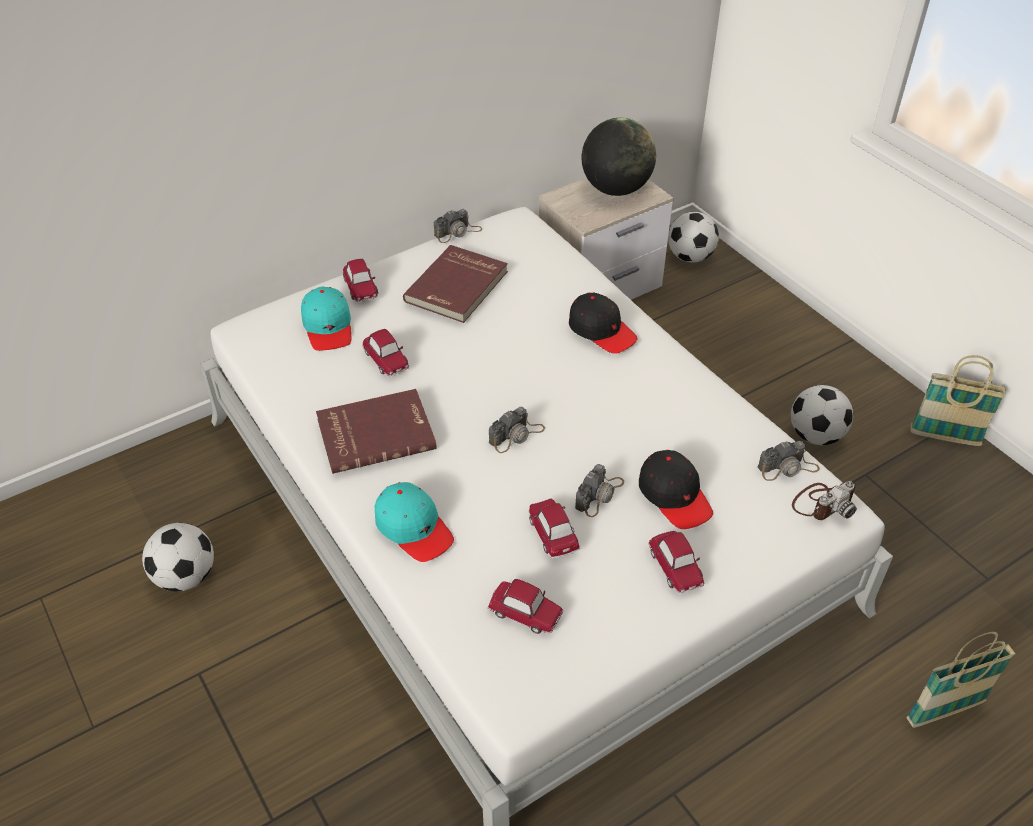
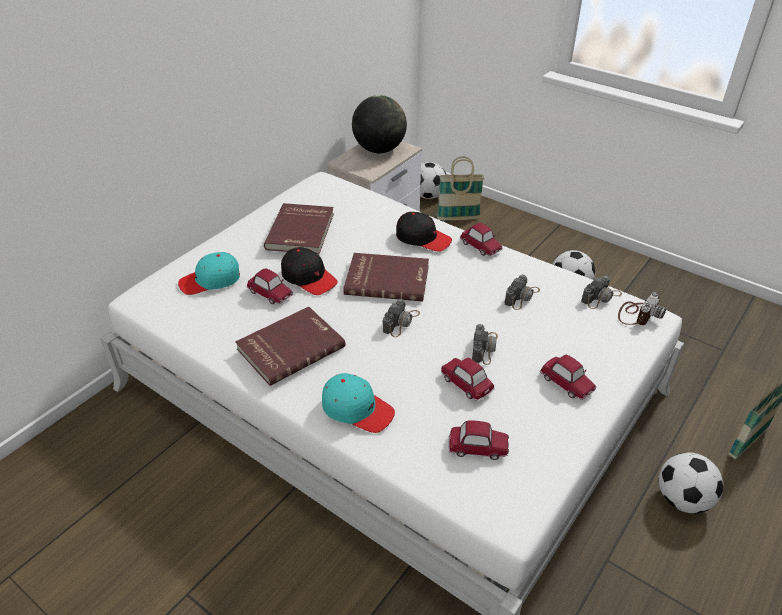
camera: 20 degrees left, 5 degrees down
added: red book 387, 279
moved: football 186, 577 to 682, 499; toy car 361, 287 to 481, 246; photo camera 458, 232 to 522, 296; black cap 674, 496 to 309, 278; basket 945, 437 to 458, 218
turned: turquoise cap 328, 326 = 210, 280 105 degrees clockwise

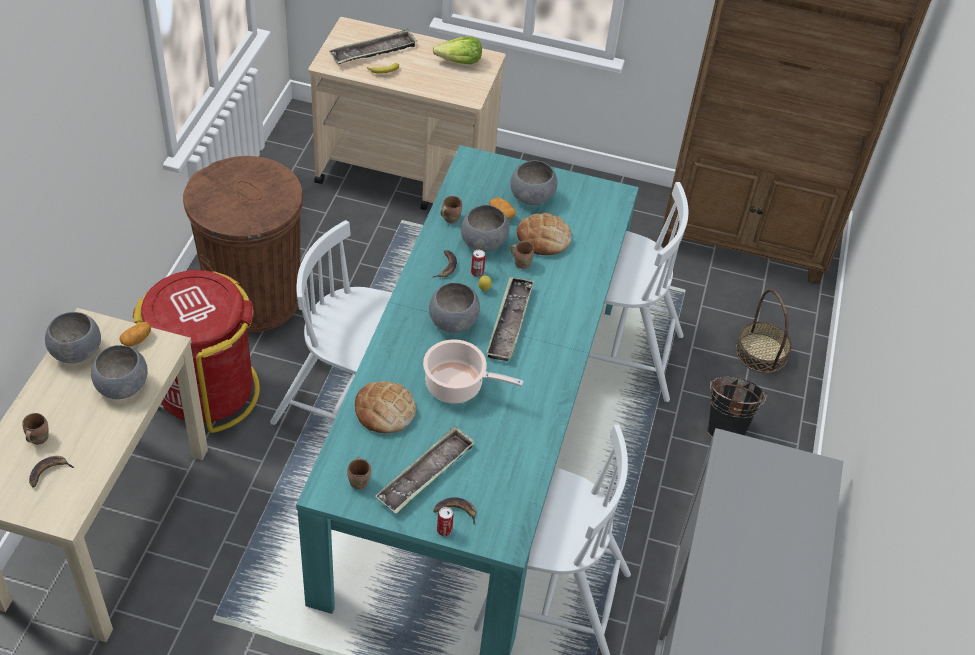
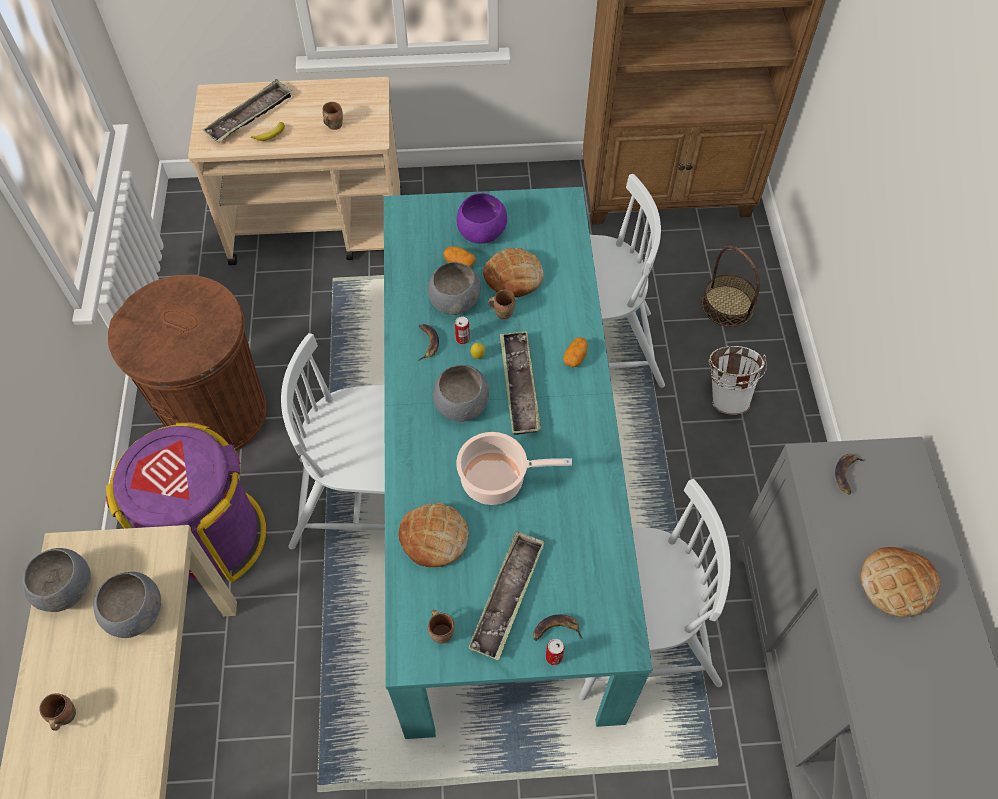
camera: 15 degrees left, 10 degrees up
removed: lettuce 459, 62
added: bread 896, 584
moved: banana 48, 473 to 847, 474; potato 136, 339 to 575, 357; brown mug 450, 218 to 333, 125
recoloured: red trash can 207, 390 to purple trash can 210, 535; grey bowl 531, 196 to purple bowl 480, 232; black bucket 726, 427 to white bucket 727, 395

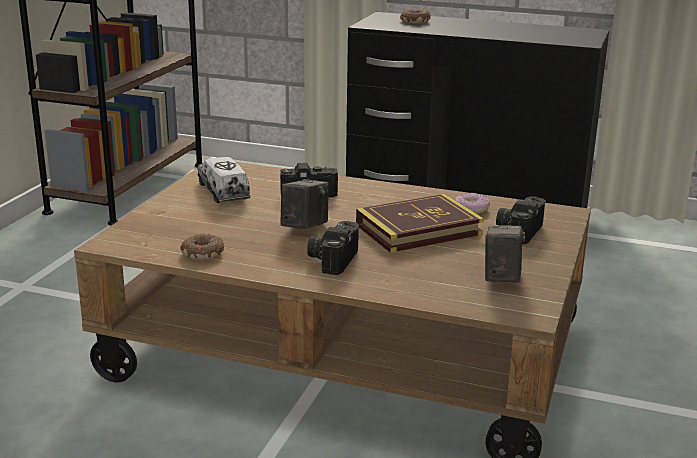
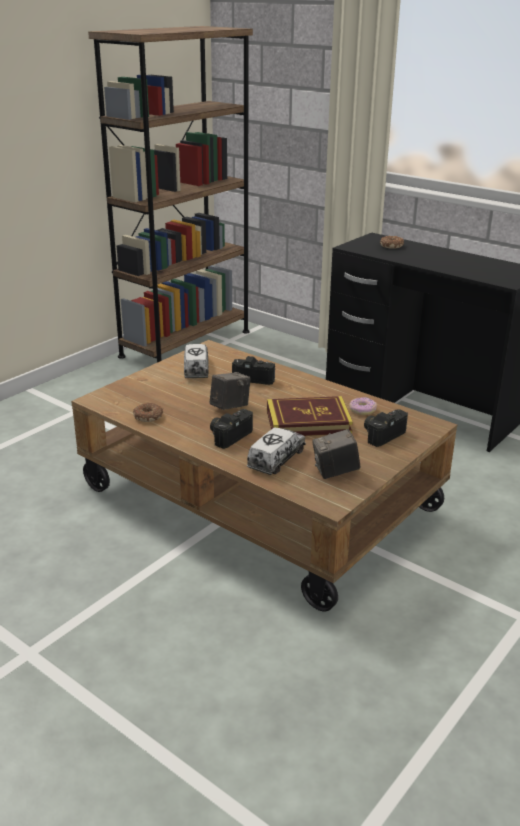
camera: 20 degrees right, 5 degrees up
added: toy truck 276, 459
turned: photo camera 501, 279 = 335, 472 135 degrees counterclockwise

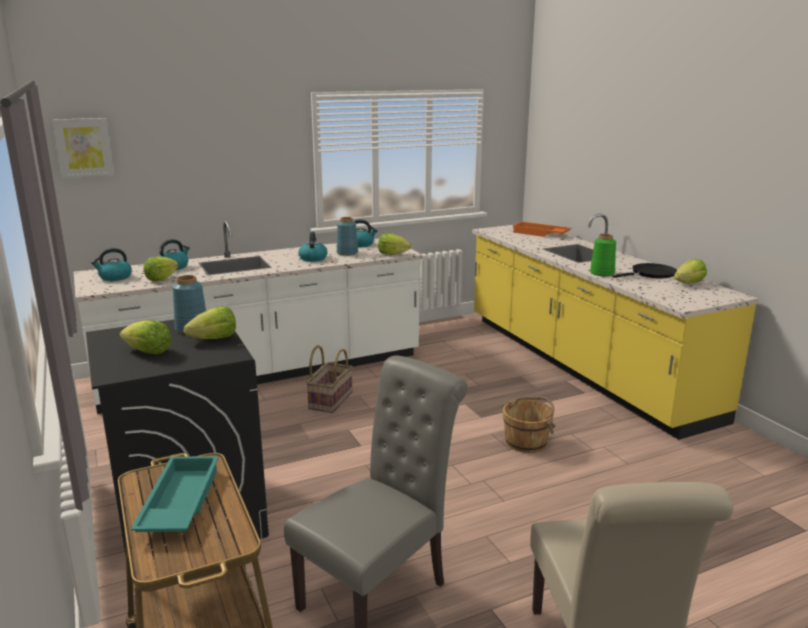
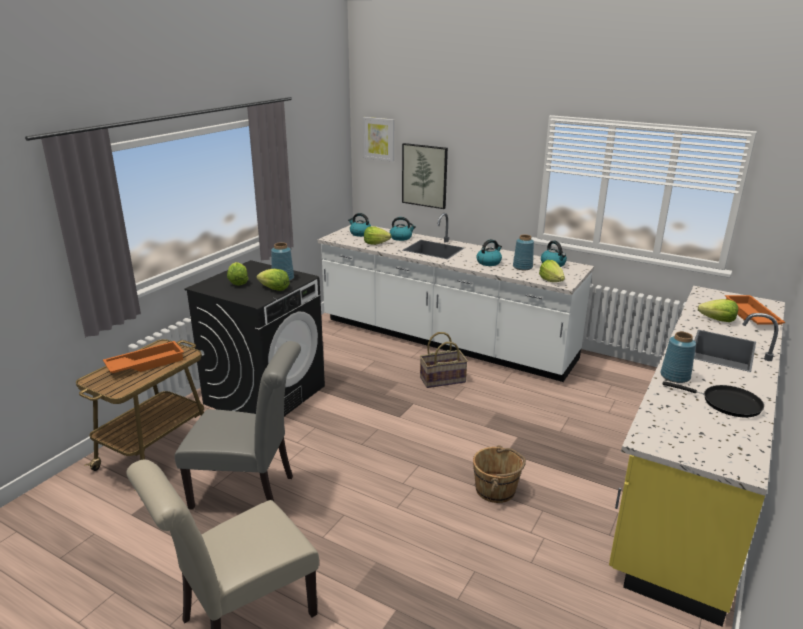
camera: 55 degrees right, 5 degrees up
added: picture 425, 175
moved: lettuce 688, 283 to 718, 320
recoloured: turquoise tray 178, 503 to orange tray 145, 363; green vase 602, 273 to blue vase 675, 376

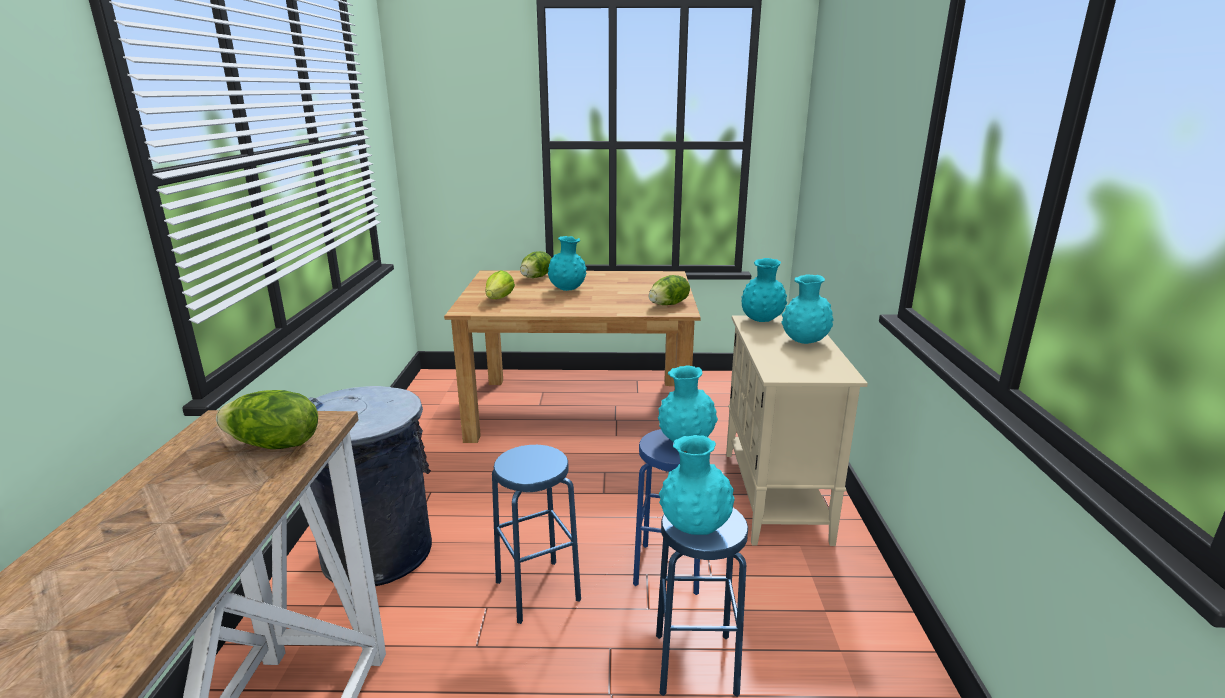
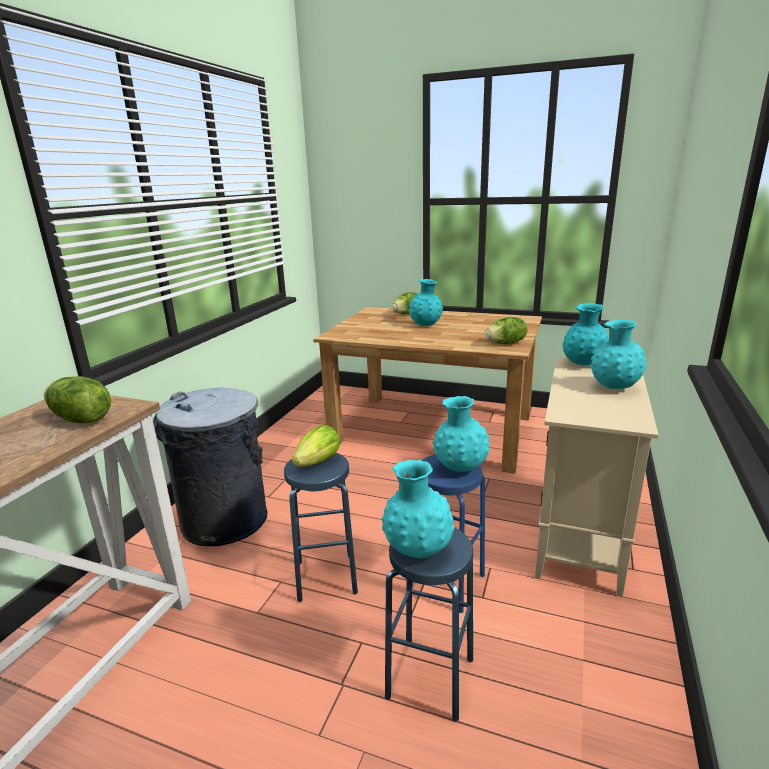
camera: 20 degrees right, 0 degrees up
moved: lettuce 499, 299 to 318, 462

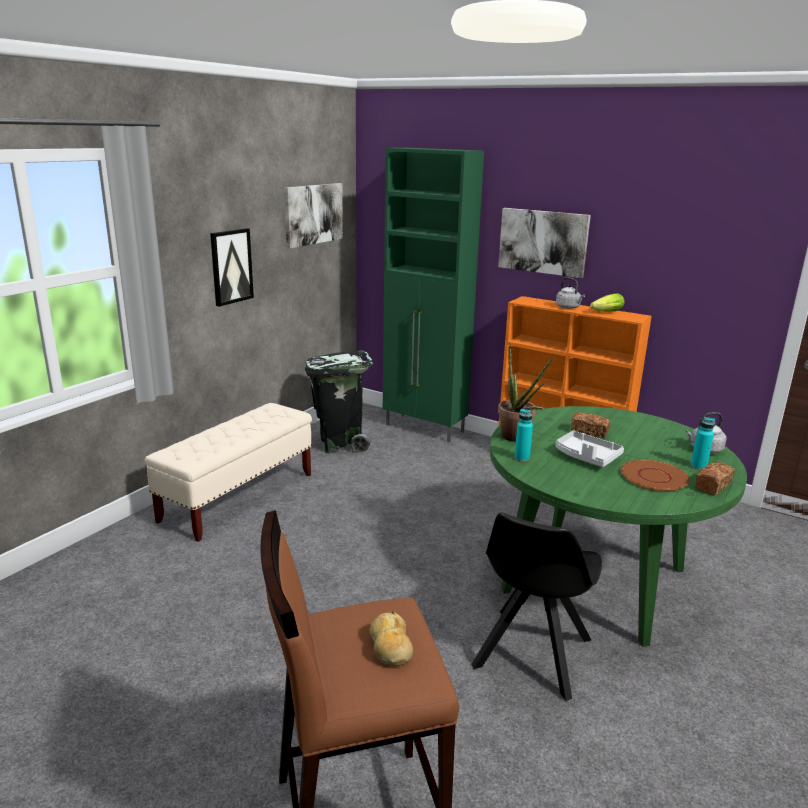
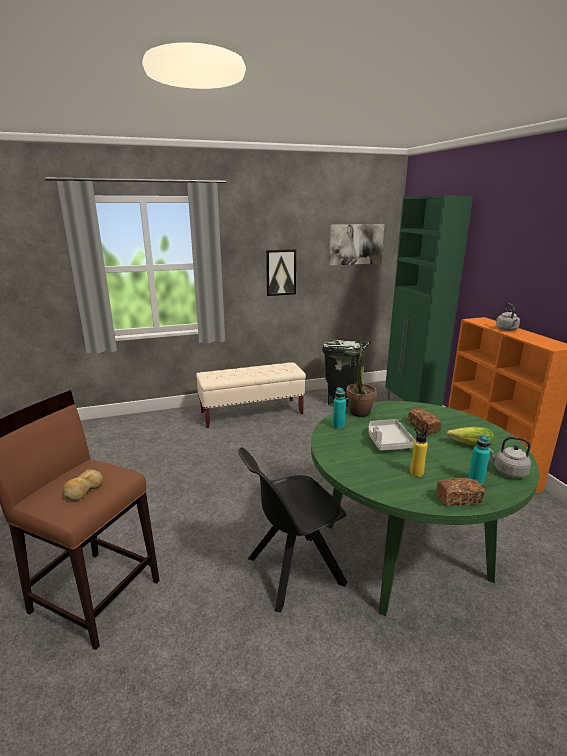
camera: 40 degrees right, 0 degrees up
removed: picture 543, 241
moved: lettuce 605, 312 to 468, 445
replaced: brown plate 653, 477 to yellow bottle 416, 473

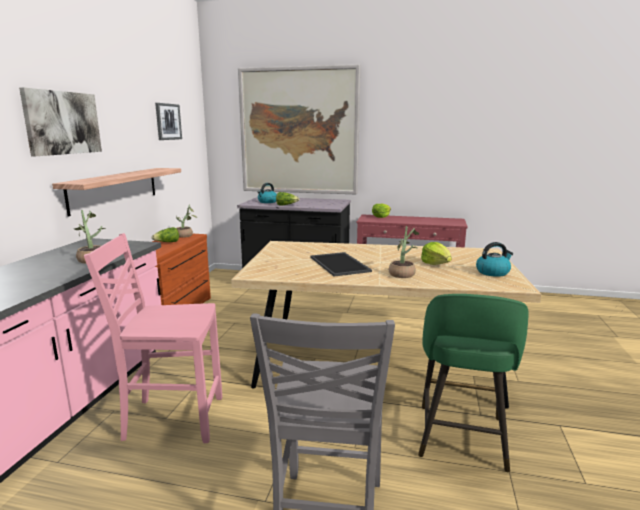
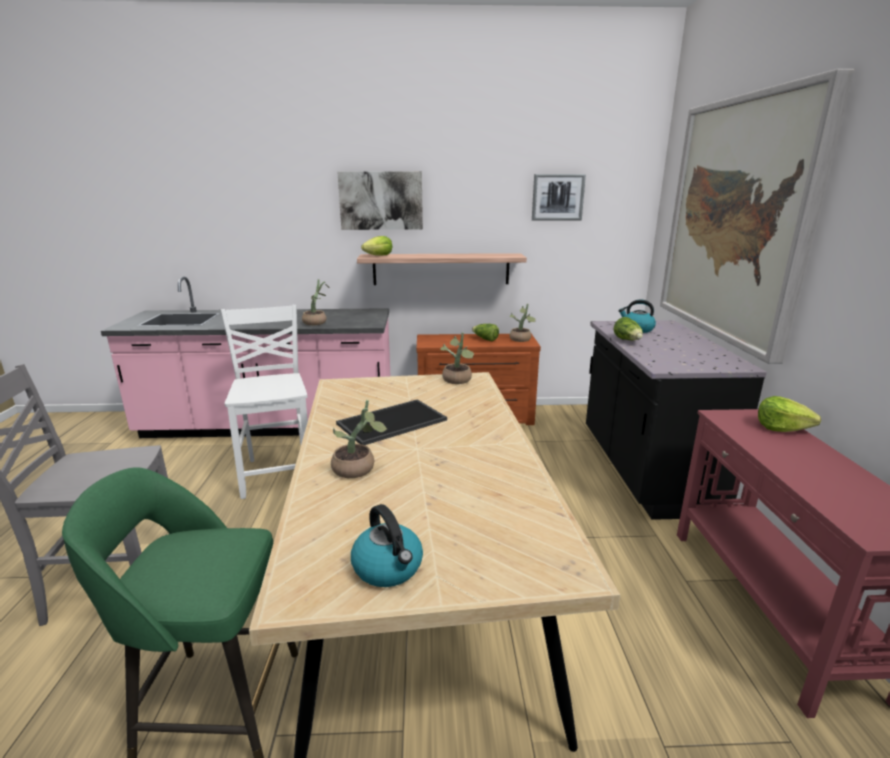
camera: 75 degrees right, 5 degrees up
added: potted plant 457, 381
moved: lettuce 436, 264 to 378, 256
recoloured: pink chair 172, 418 to white chair 278, 473

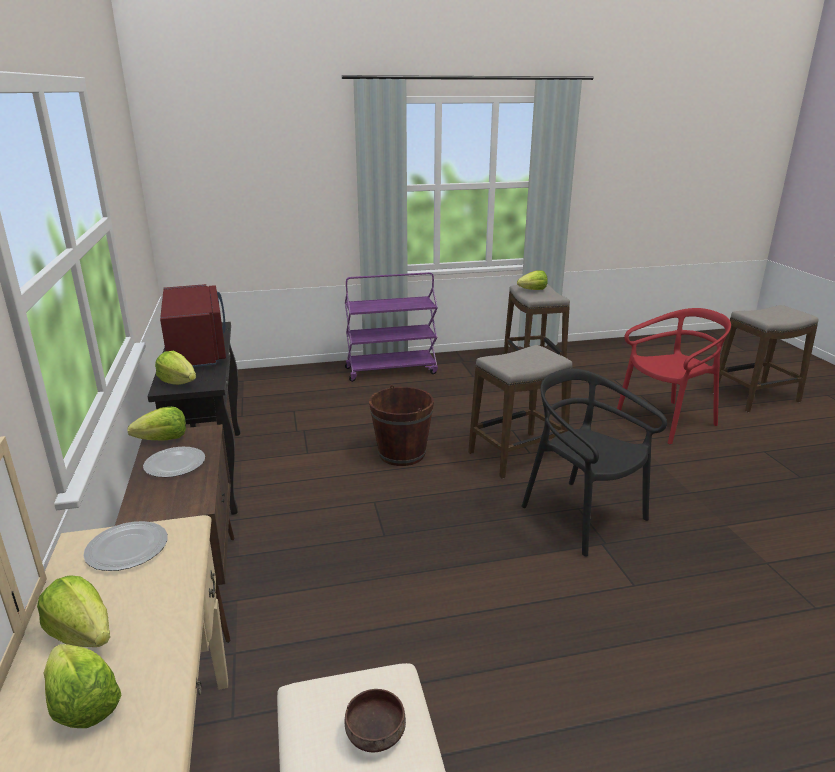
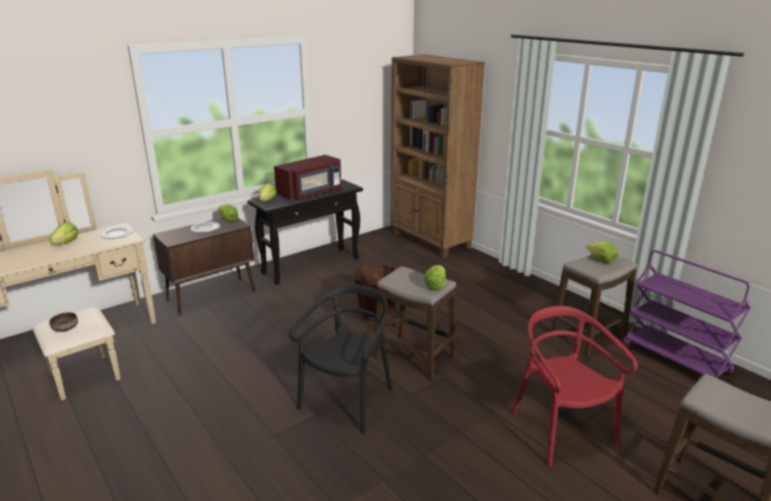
camera: 65 degrees right, 0 degrees up
added: brown bookcase 430, 241
moved: lettuce 83, 705 to 435, 285; purple cart 391, 370 to 675, 360
turned: red chair 667, 421 = 560, 430 150 degrees counterclockwise

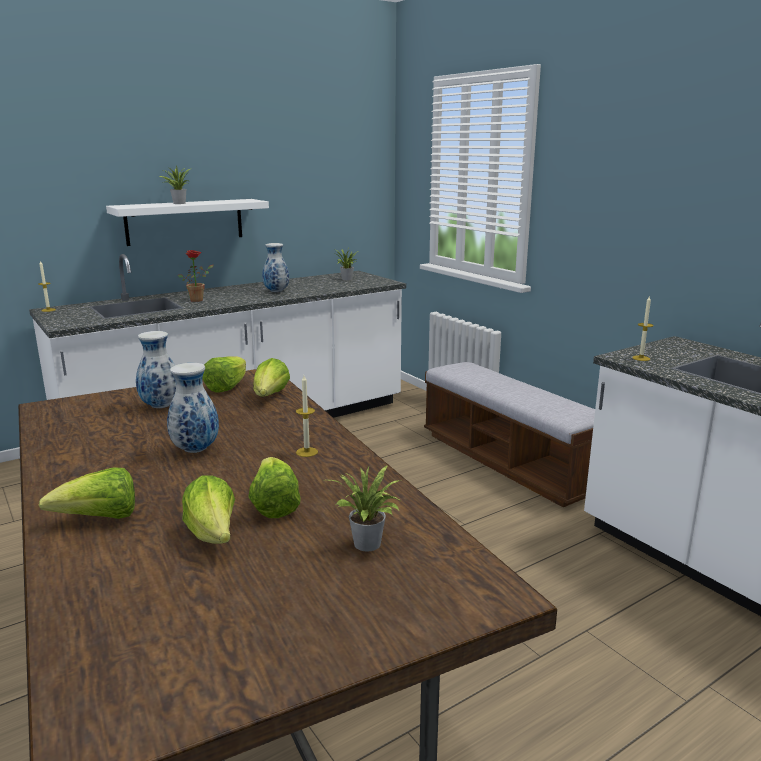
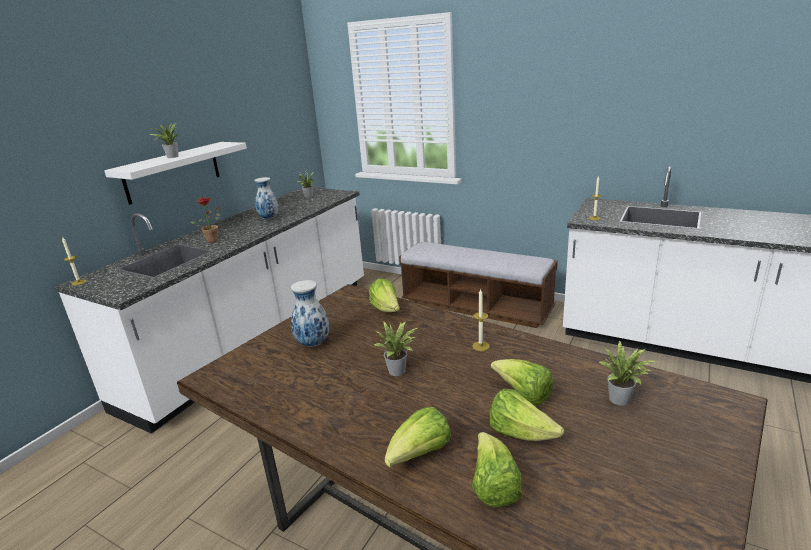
camera: 25 degrees left, 5 degrees up
moved: lettuce 227, 387 to 493, 486
replaced: vase 195, 449 to potted plant 399, 371

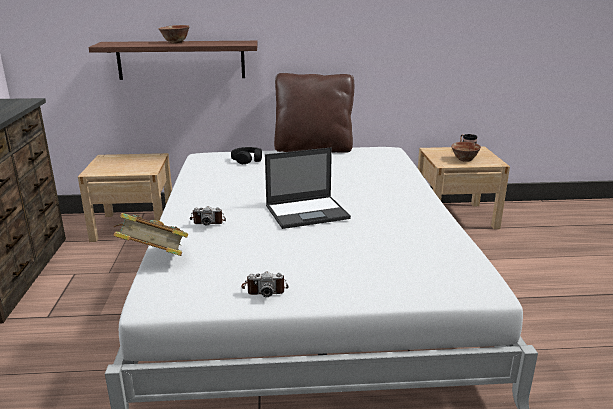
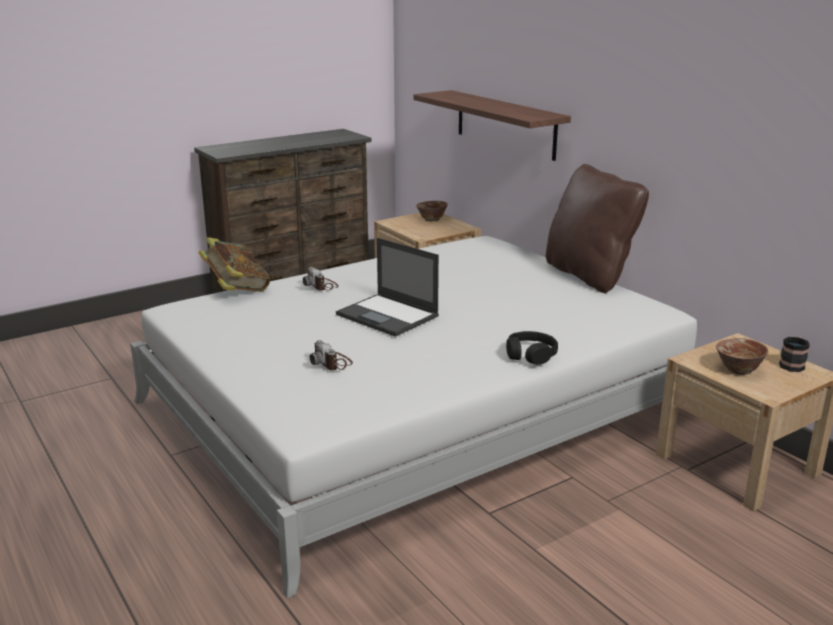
camera: 60 degrees right, 0 degrees up
moved: bowl 175, 42 to 431, 219; black headphones 247, 160 to 530, 355; photo camera 264, 289 to 332, 362

